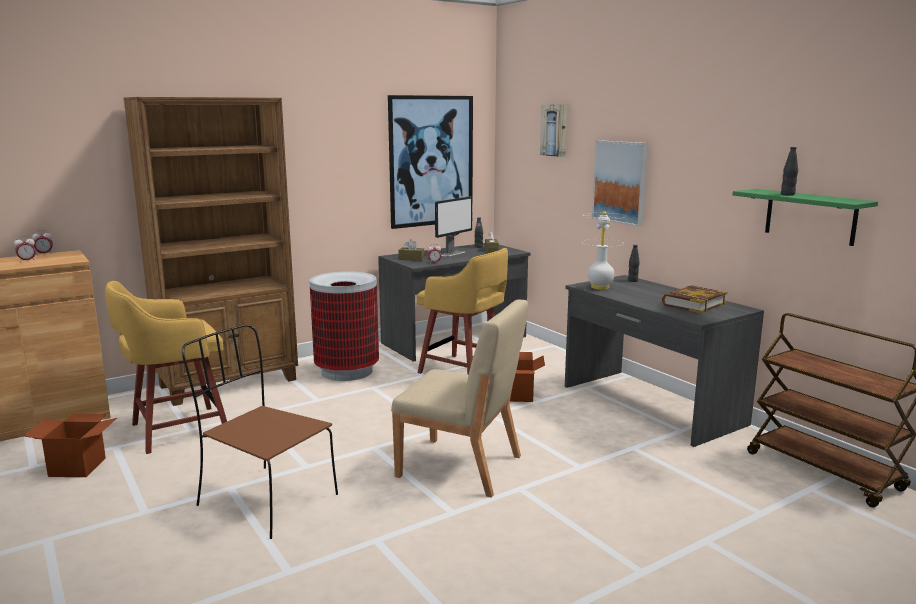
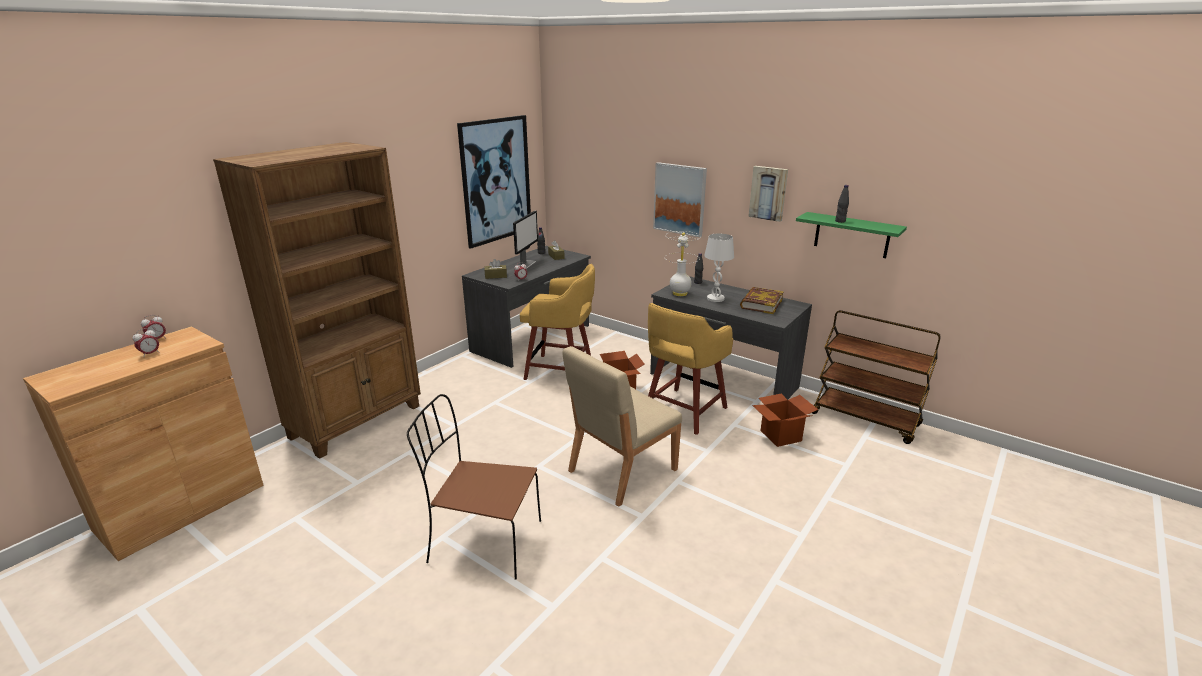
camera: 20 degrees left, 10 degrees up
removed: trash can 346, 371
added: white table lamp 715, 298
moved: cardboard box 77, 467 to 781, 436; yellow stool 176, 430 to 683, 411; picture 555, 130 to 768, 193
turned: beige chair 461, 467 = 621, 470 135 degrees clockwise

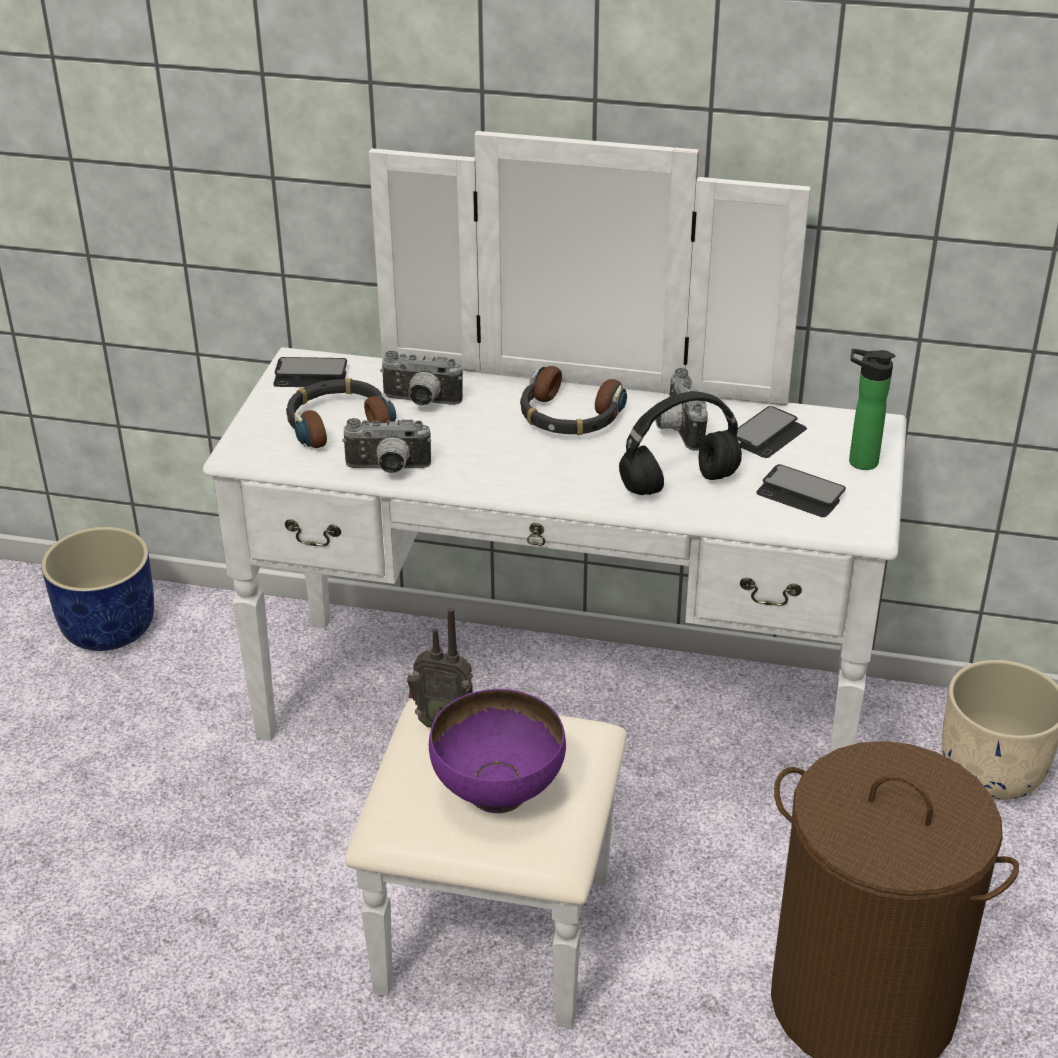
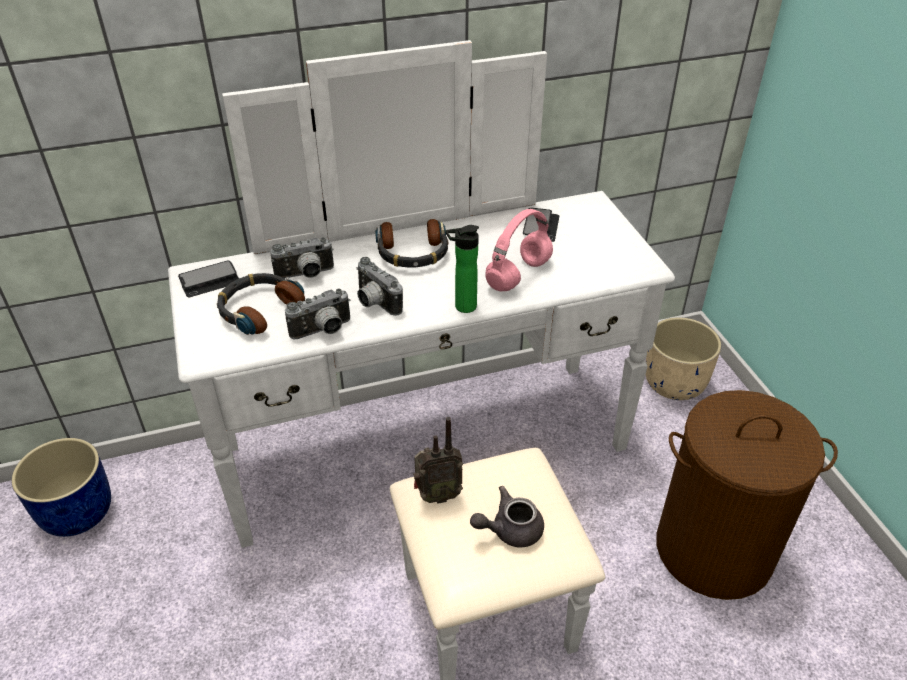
camera: 30 degrees left, 5 degrees up
removed: phone 800, 493
moved: photo camera 676, 429 to 374, 303; bottle 858, 461 to 462, 307
replaced: purple bowl 497, 793 to grey teapot 509, 530
recoloured: black headphones 678, 484 to pink headphones 518, 276

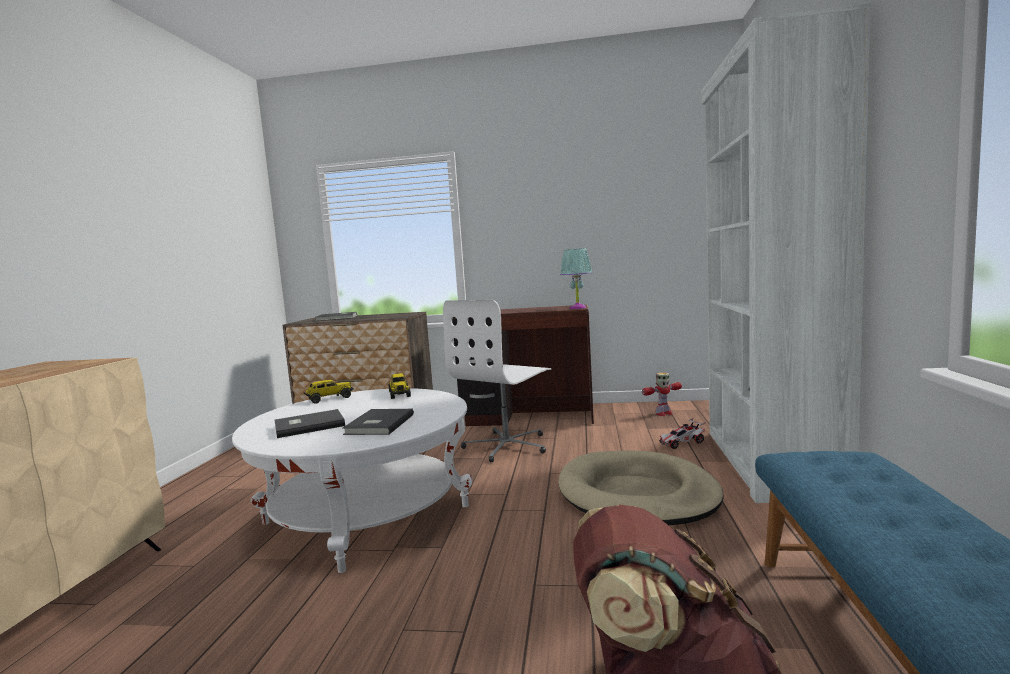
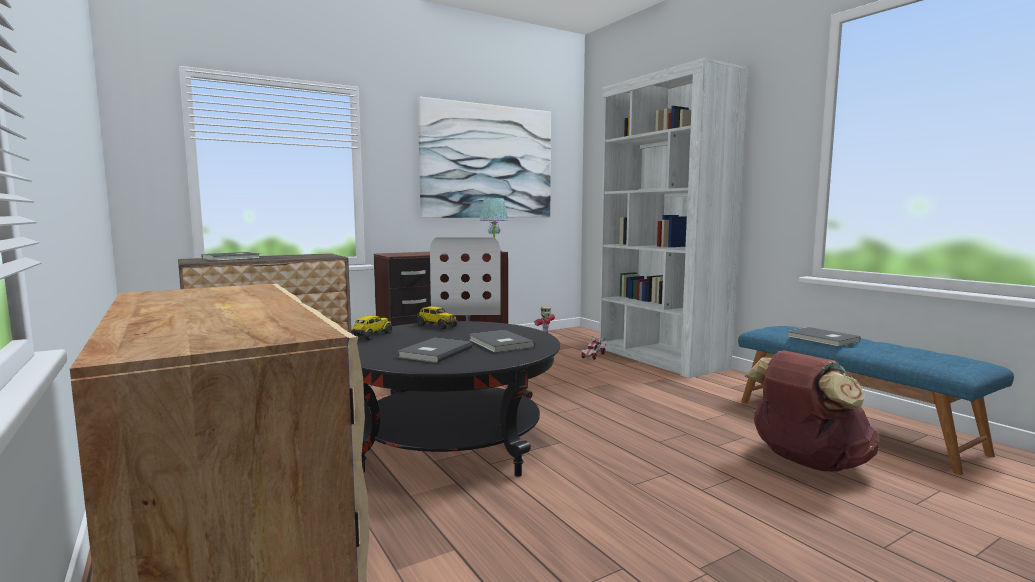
camera: 40 degrees left, 0 degrees up
removed: beige dog bed 637, 494
added: picture 488, 162; grey book 822, 339
recoloured: white coffee table 366, 514 to black coffee table 451, 441

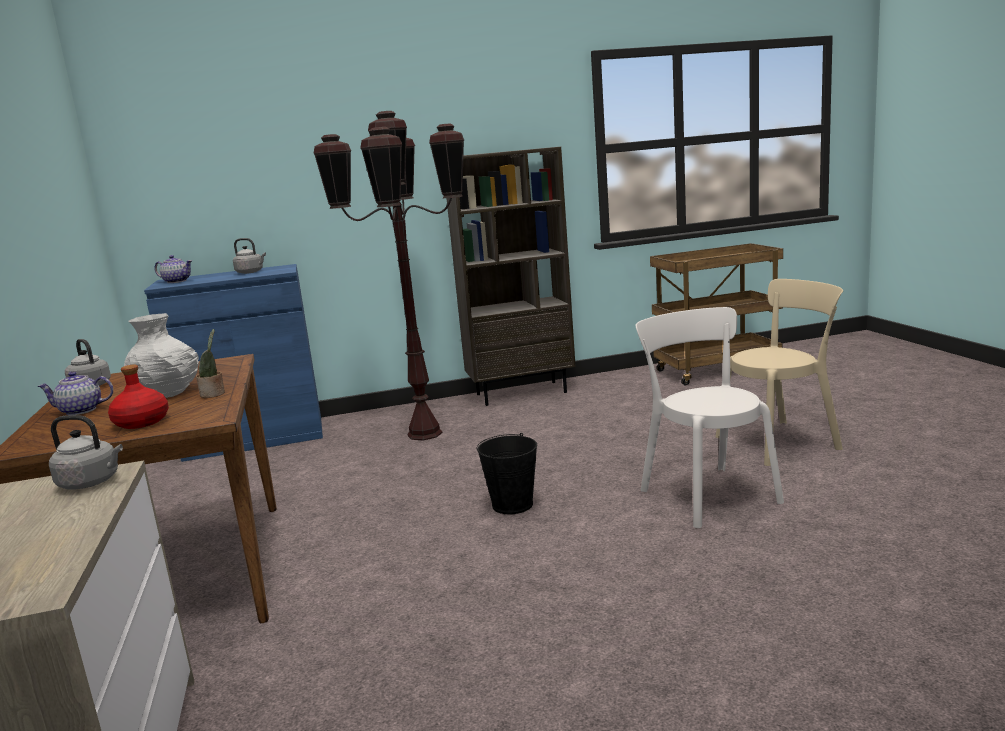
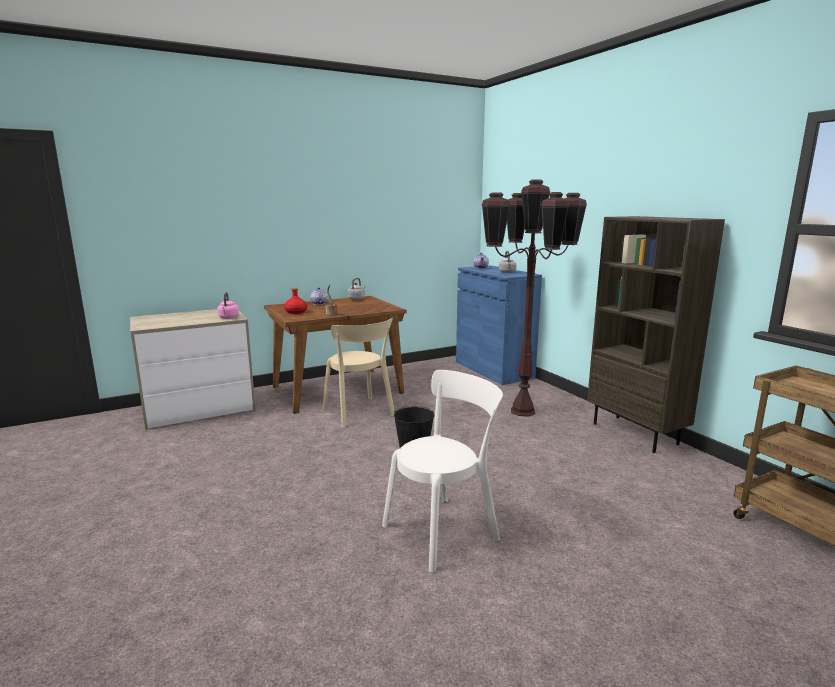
camera: 75 degrees right, 0 degrees up
removed: white vase 168, 393
moved: beige chair 781, 441 to 359, 413
recoloured: grey kettle 92, 482 to pink kettle 228, 318

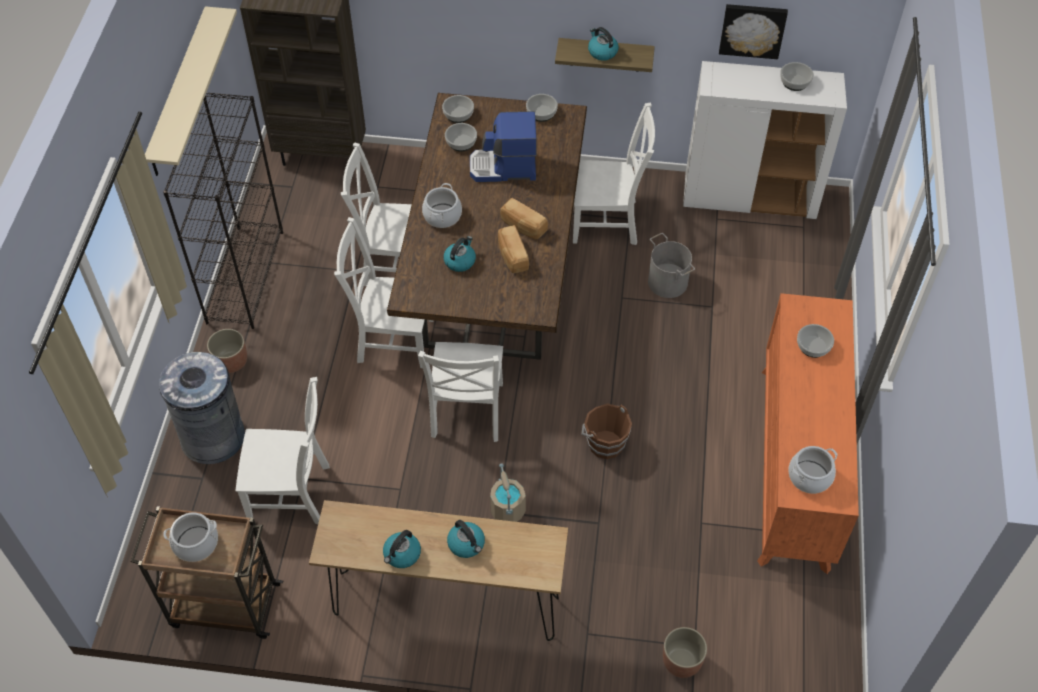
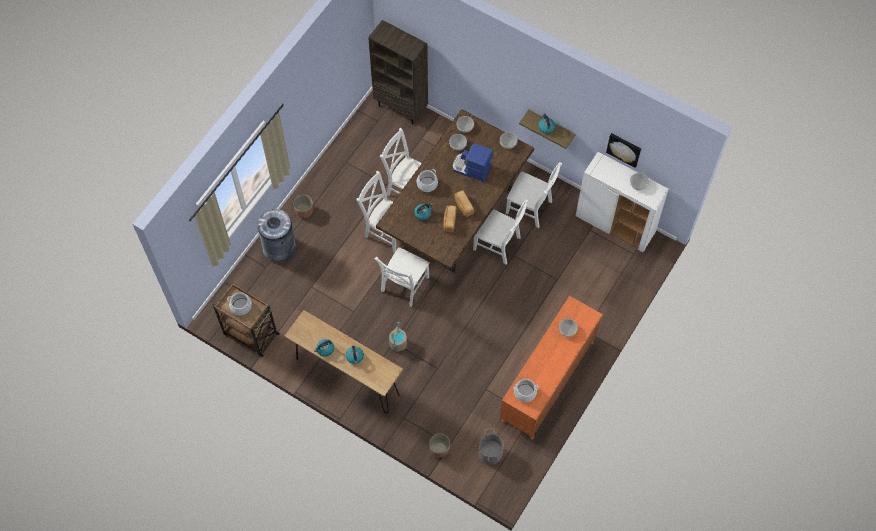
camera: 25 degrees right, 10 degrees up
removed: beige shelf 179, 93; black bookcase 245, 276; brown bucket 604, 443
moved: white chair 293, 494 to 498, 244; grey bucket 667, 282 to 490, 453

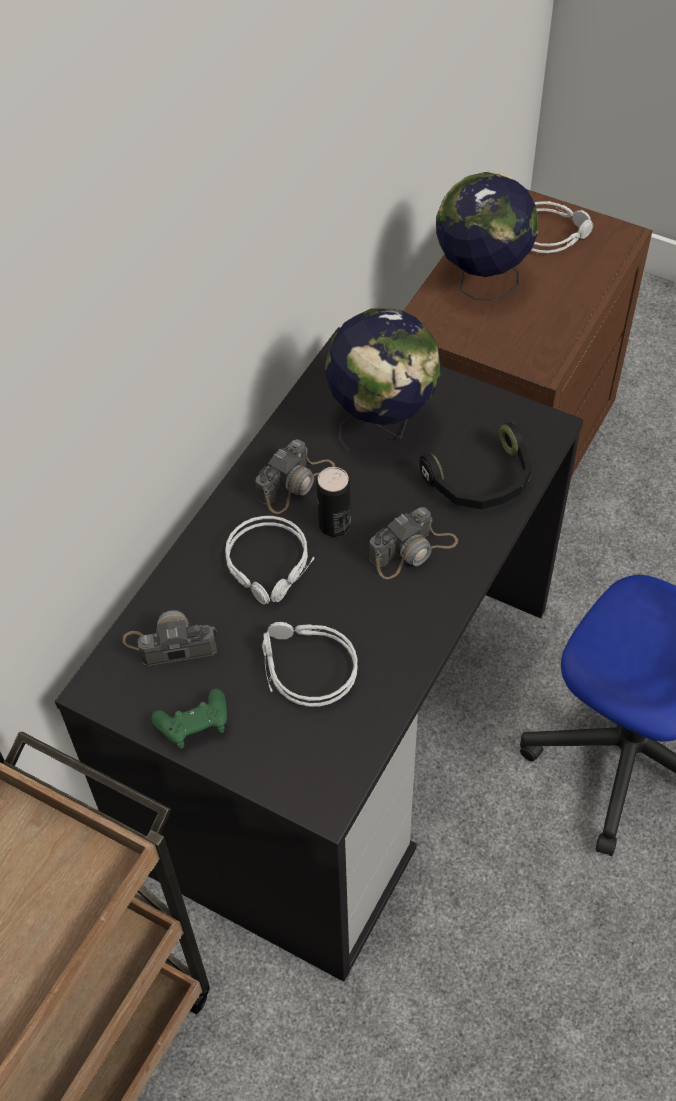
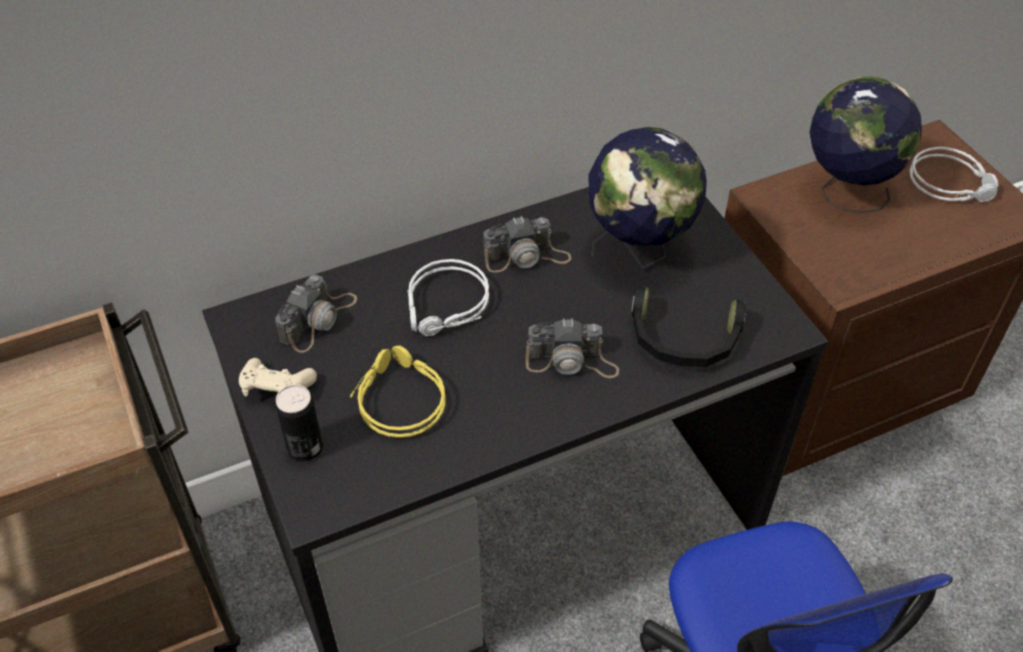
camera: 35 degrees right, 5 degrees down
moved: can 334, 525 to 305, 448
recoloured: green game controller 194, 726 to beige game controller 276, 389; grey headphones 304, 668 to yellow headphones 397, 398
turned: photo camera 170, 644 = 318, 319 90 degrees clockwise

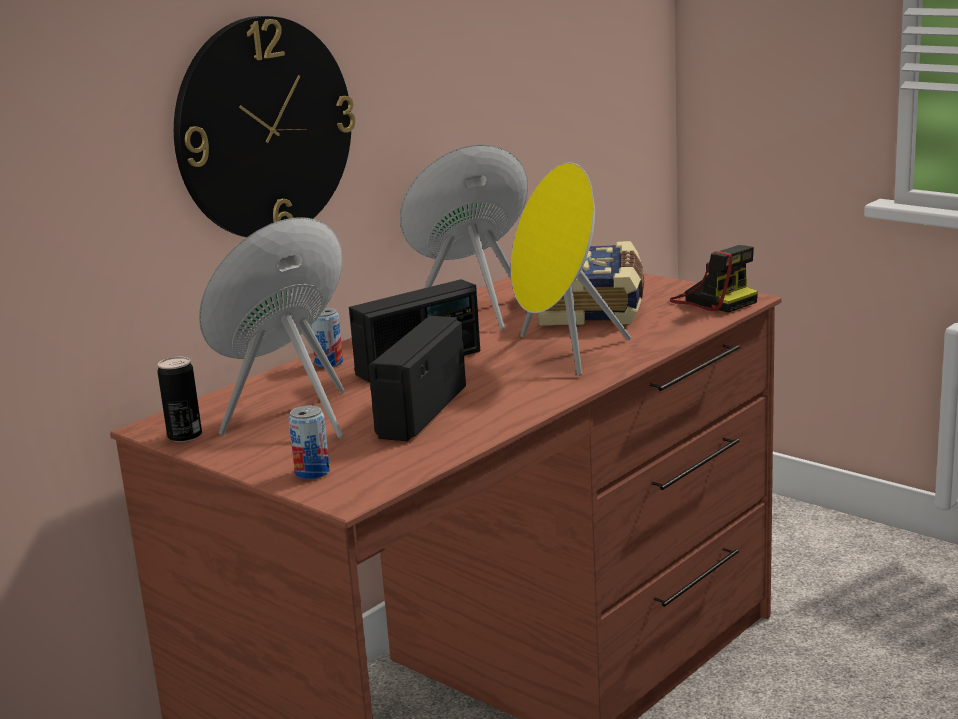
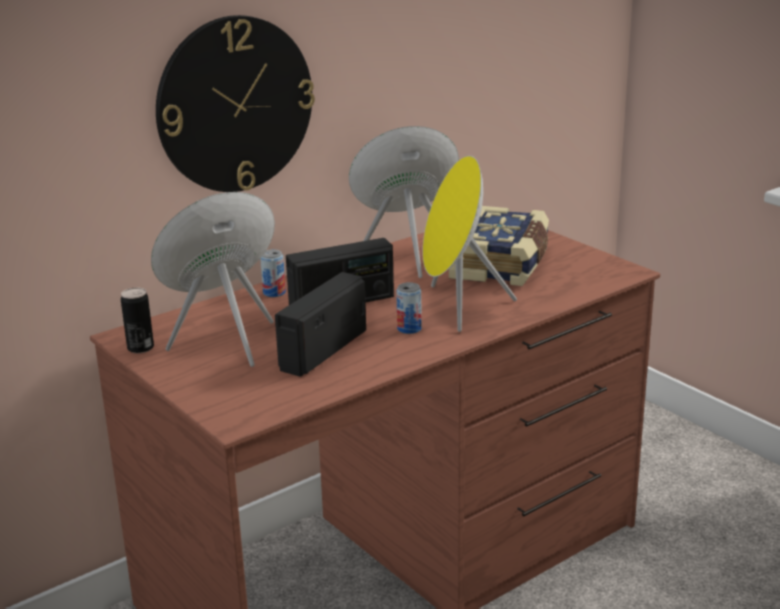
camera: 10 degrees right, 5 degrees up
removed: photo camera 713, 300
moved: can 312, 472 to 409, 329

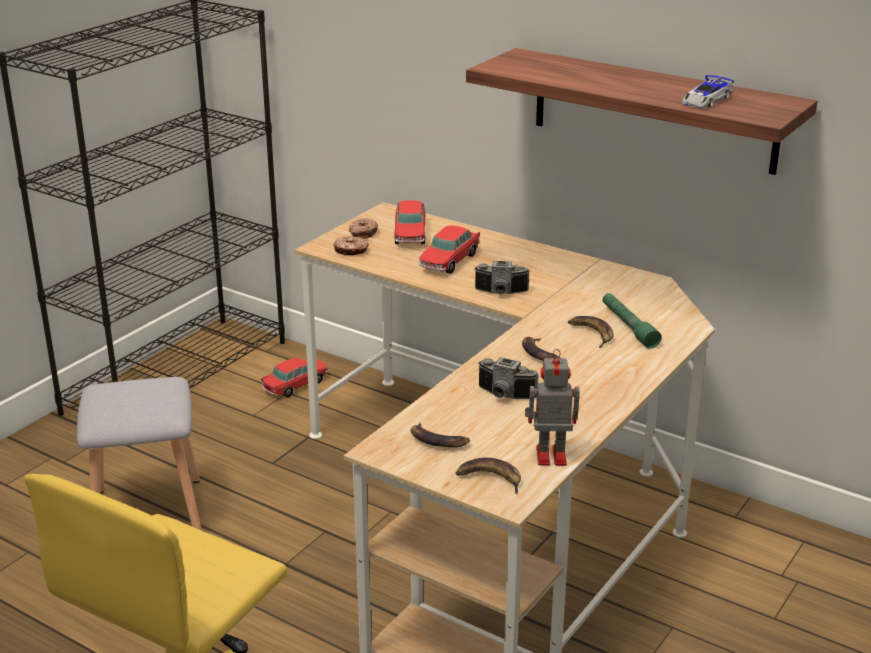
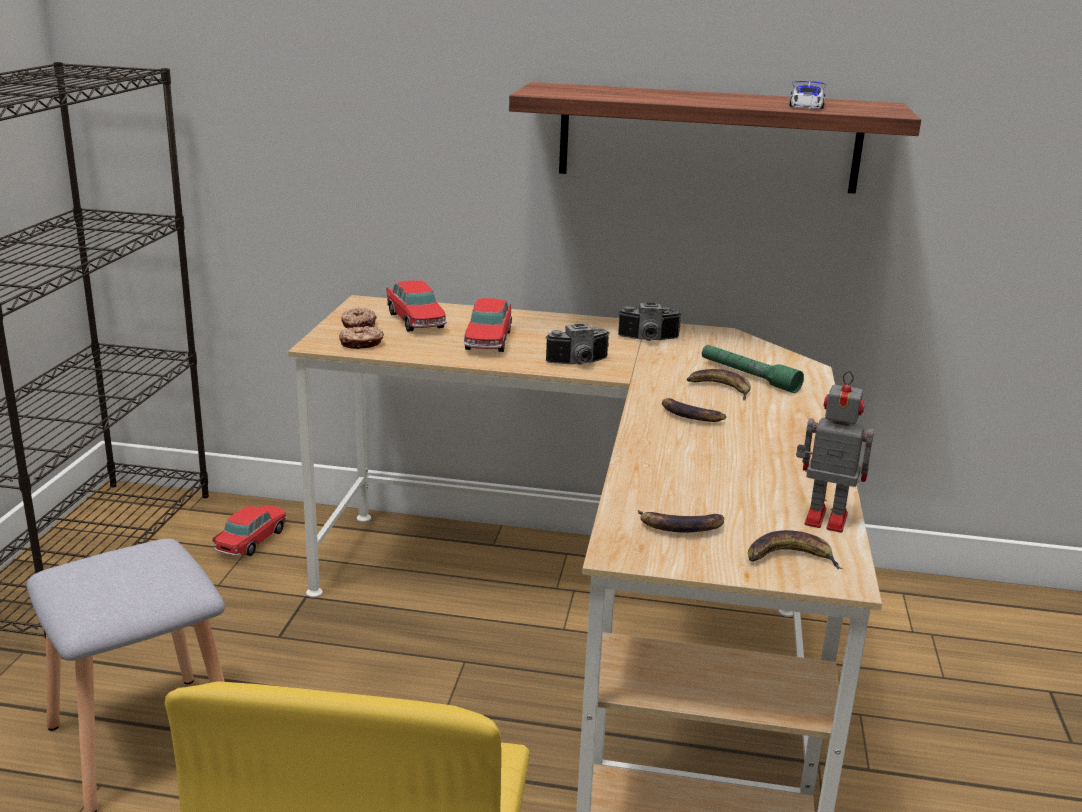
camera: 25 degrees left, 5 degrees down
moved: photo camera 504, 396 to 648, 340
turned: toy robot 549, 456 = 823, 518 45 degrees clockwise

